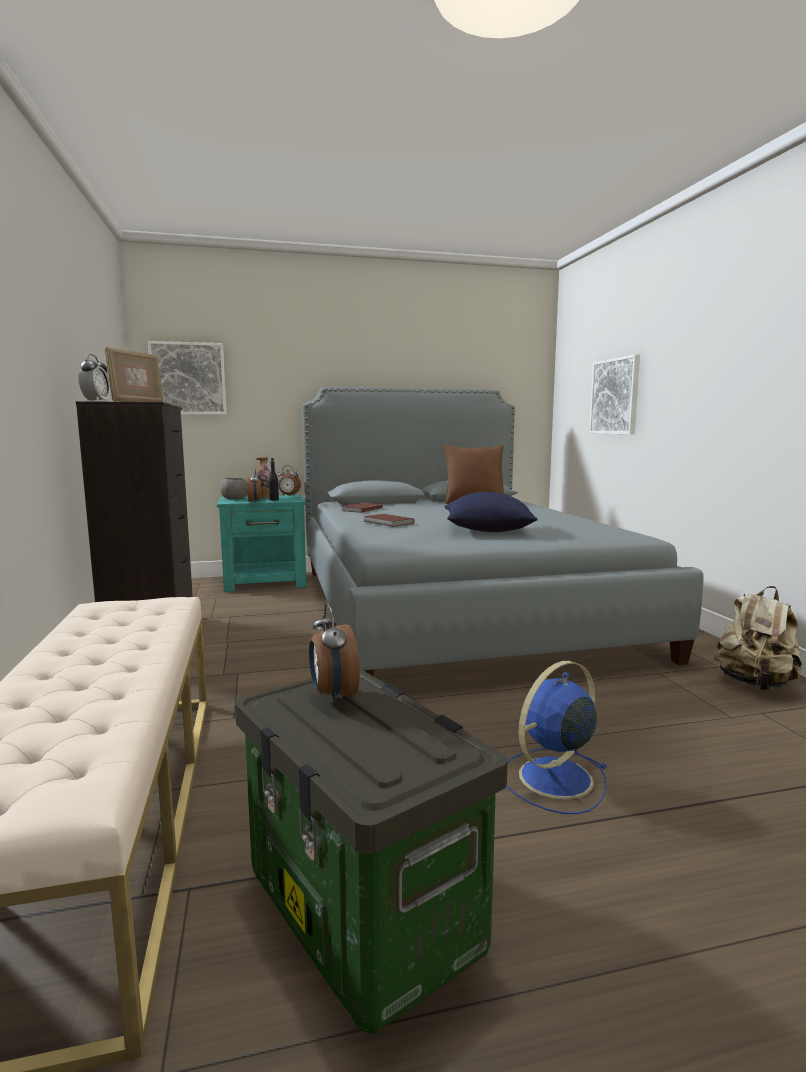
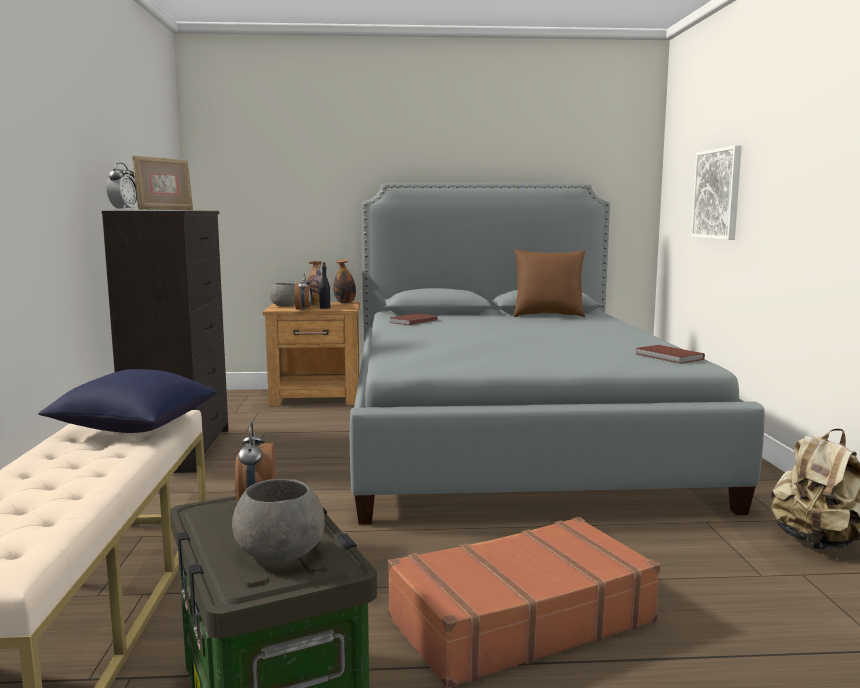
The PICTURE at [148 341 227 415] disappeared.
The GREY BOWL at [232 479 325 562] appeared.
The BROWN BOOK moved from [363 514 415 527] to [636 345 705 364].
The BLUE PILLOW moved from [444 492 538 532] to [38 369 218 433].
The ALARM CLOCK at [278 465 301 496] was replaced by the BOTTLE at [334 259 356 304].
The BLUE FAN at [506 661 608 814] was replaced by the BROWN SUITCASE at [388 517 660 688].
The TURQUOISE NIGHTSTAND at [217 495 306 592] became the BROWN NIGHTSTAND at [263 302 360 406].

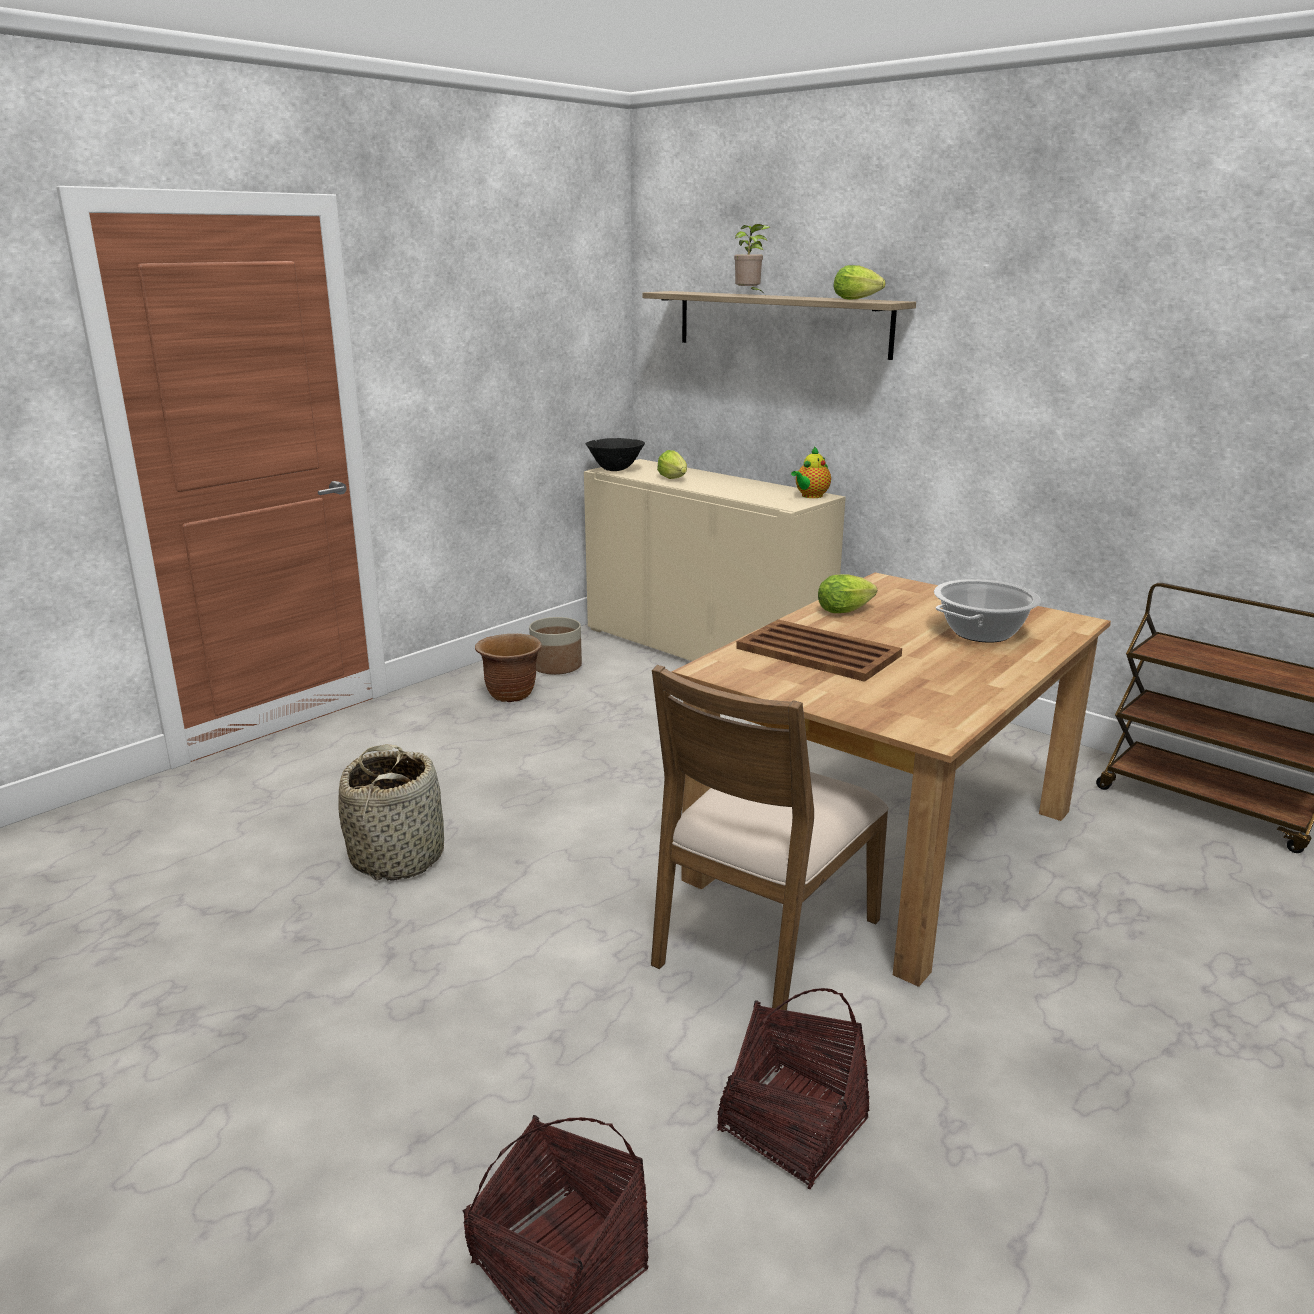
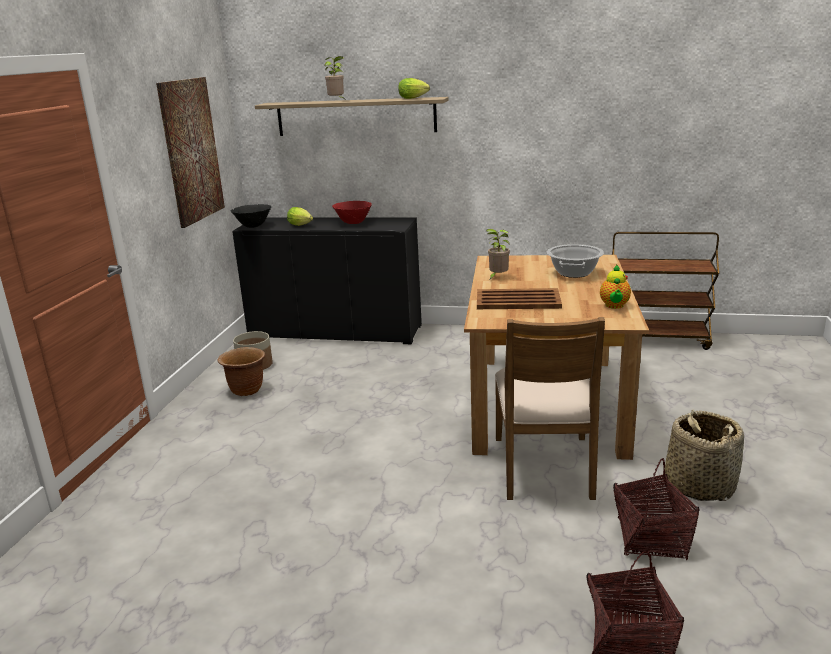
The PICTURE at [156 77 225 228] appeared.
The RED BOWL at [332 201 372 224] appeared.
The BASKET moved from [338 744 444 881] to [665 410 744 501].
The TEAPOT moved from [791 446 831 498] to [600 265 631 309].
The LETTUCE at [818 575 877 613] was replaced by the POTTED PLANT at [486 229 510 280].
The BEIGE CABINET at [584 459 846 661] became the BLACK CABINET at [232 217 422 344].

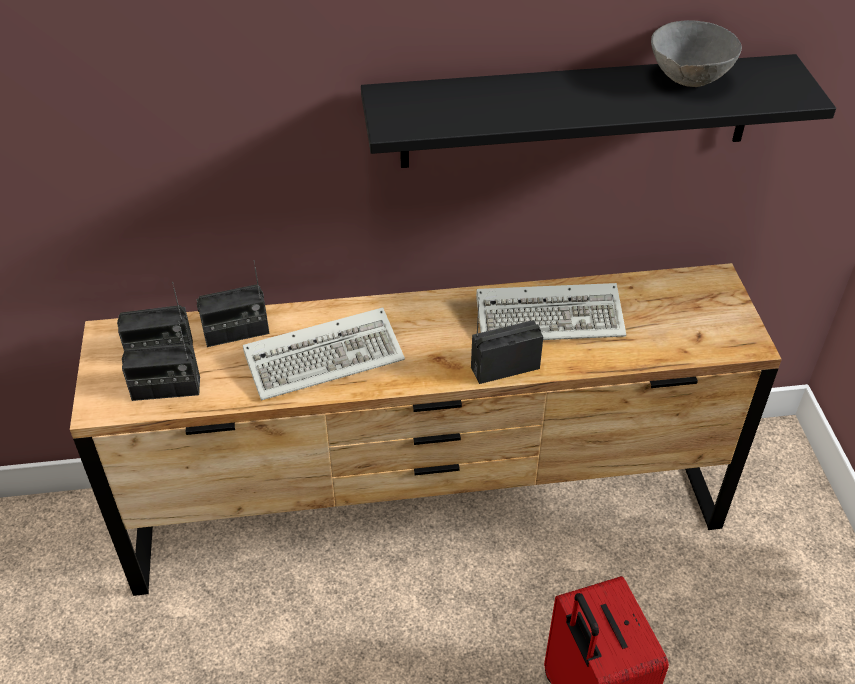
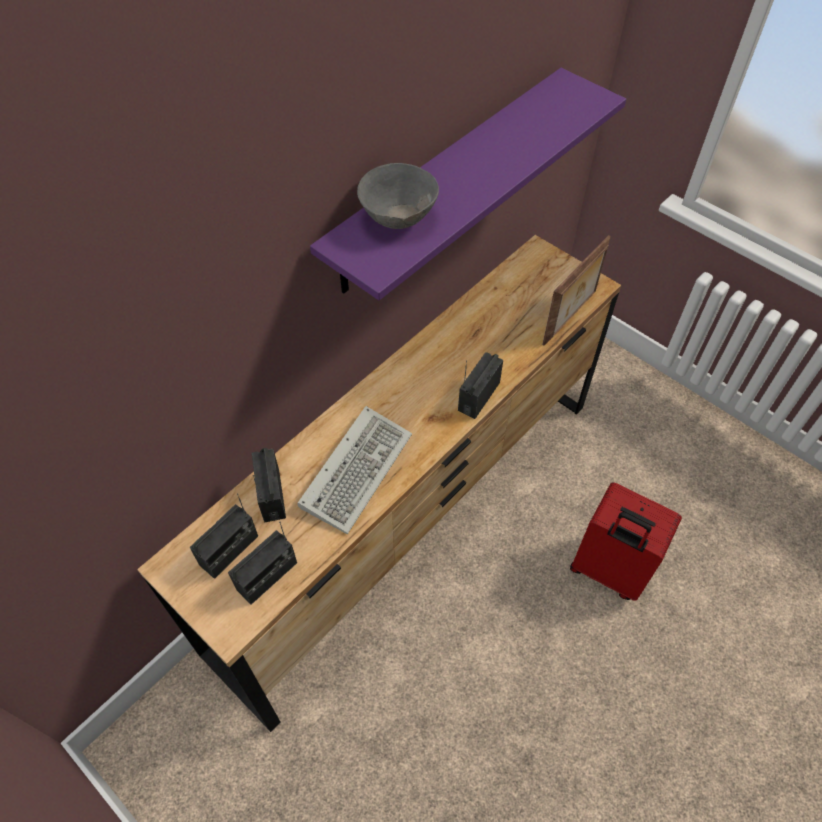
The KEYBOARD at [476 283 626 340] disappeared.
The PICTURE FRAME at [542 235 610 345] appeared.
The GREY BOWL moved from [651 20 742 87] to [357 163 439 229].
The BLACK SHELF at [361 54 836 168] became the PURPLE SHELF at [310 68 626 300].
The RADIO at [196 260 270 347] turned 135 degrees clockwise.

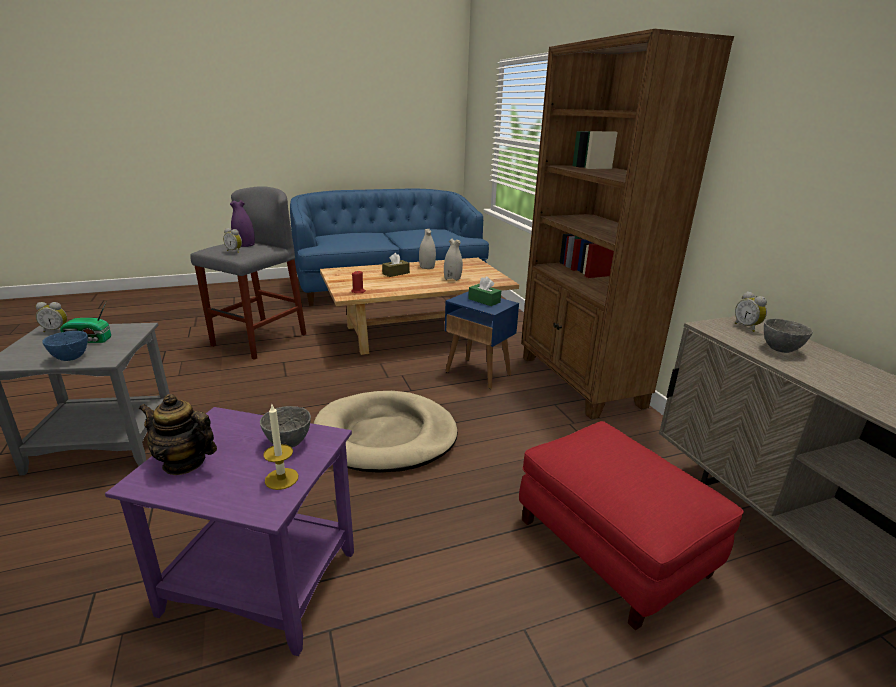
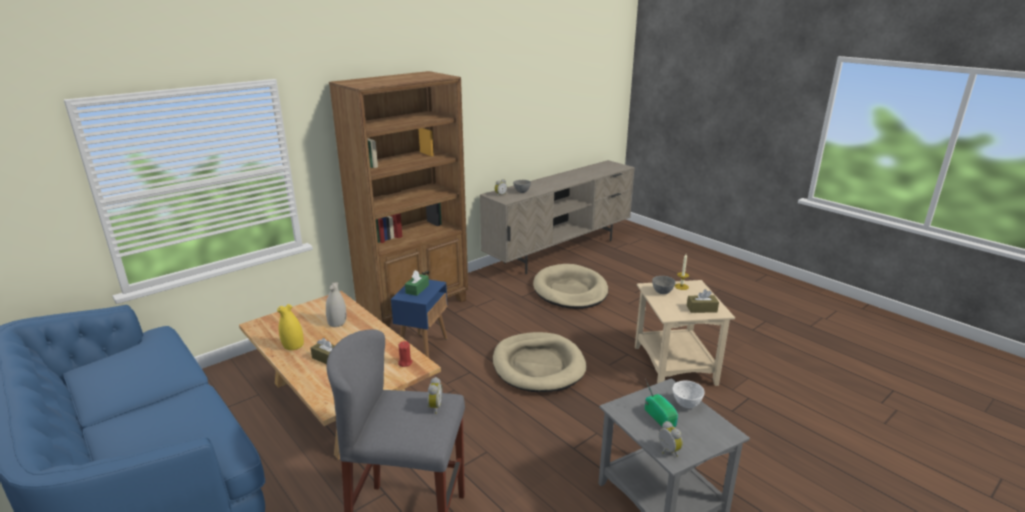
The PURPLE VASE at [230 200 255 247] disappeared.
The TEAPOT at [139 394 217 475] was replaced by the BROWN TISSUE BOX at [687 289 719 313].
The RED OTTOMAN at [519 421 744 630] was replaced by the BEIGE DOG BED at [533 264 608 309].
The BLUE BOWL at [42 331 88 361] became the WHITE BOWL at [672 380 705 408].
The PURPLE SIDE TABLE at [105 407 354 656] became the BEIGE SIDE TABLE at [635 280 735 386].
The WHITE VASE at [419 229 436 269] became the YELLOW VASE at [277 304 304 350].

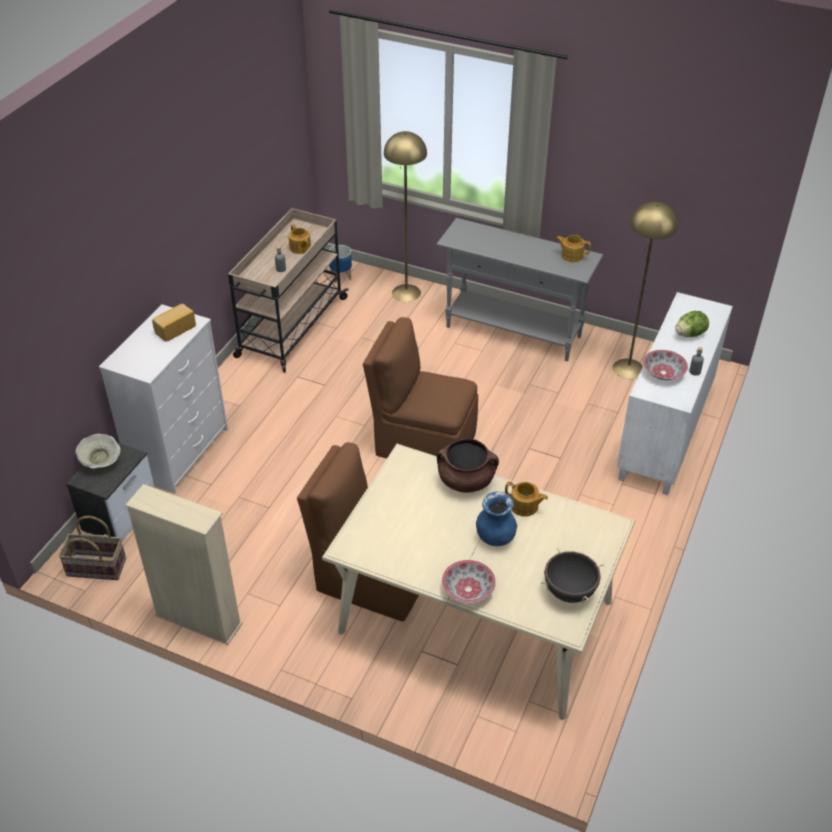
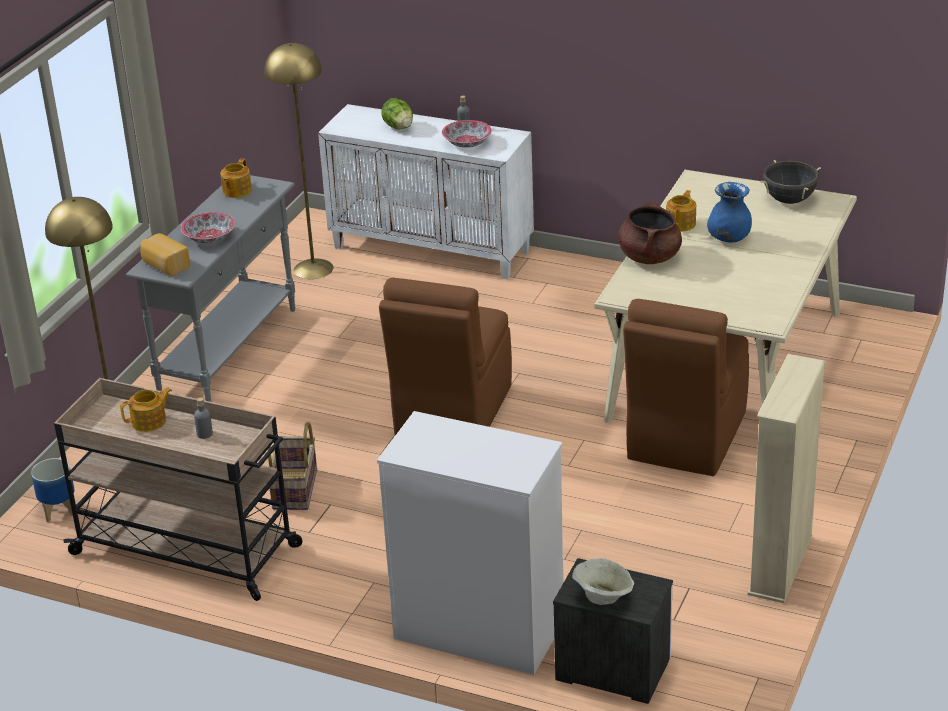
The BASKET moved from [58 516 126 580] to [268 422 317 510].
The BREAD moved from [152 304 196 342] to [140 233 190 276].
The BOWL moved from [442 560 496 603] to [181 212 235 243].

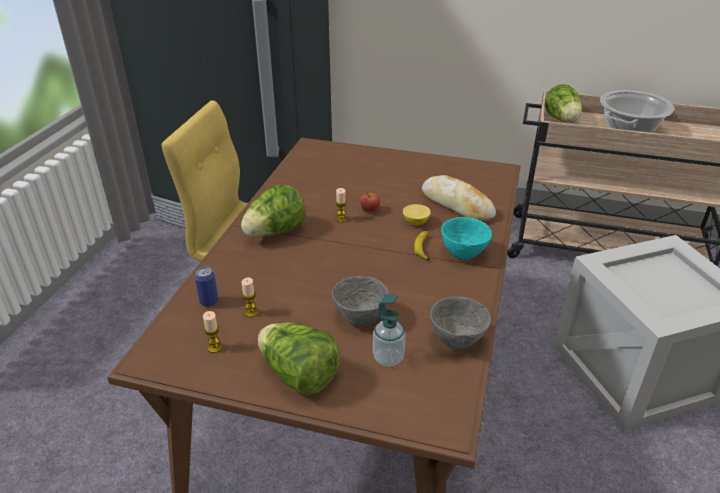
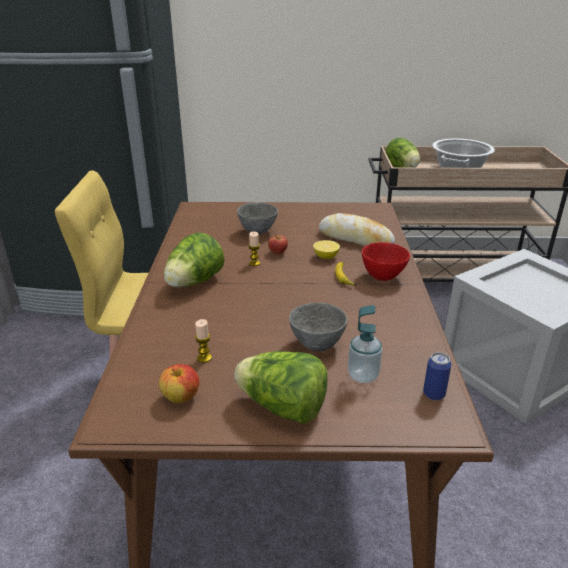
The CAN moved from [195 267 218 307] to [423 352 452 400].
The GREY BOWL moved from [430 297 491 349] to [237 203 278 235].
The CANDLE at [203 311 222 353] was replaced by the APPLE at [159 364 199 403].
The TURQUOISE BOWL at [441 217 492 259] became the RED BOWL at [362 242 410 281].

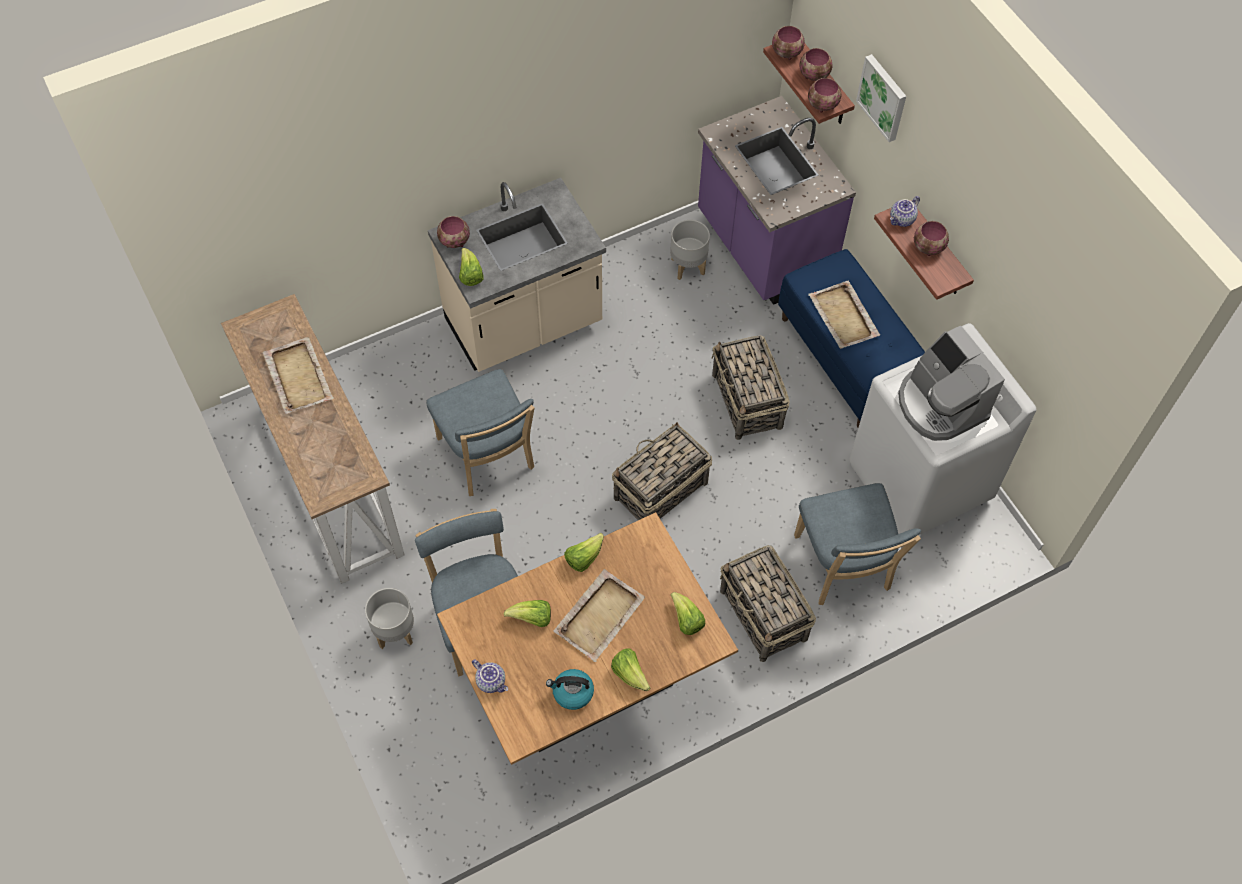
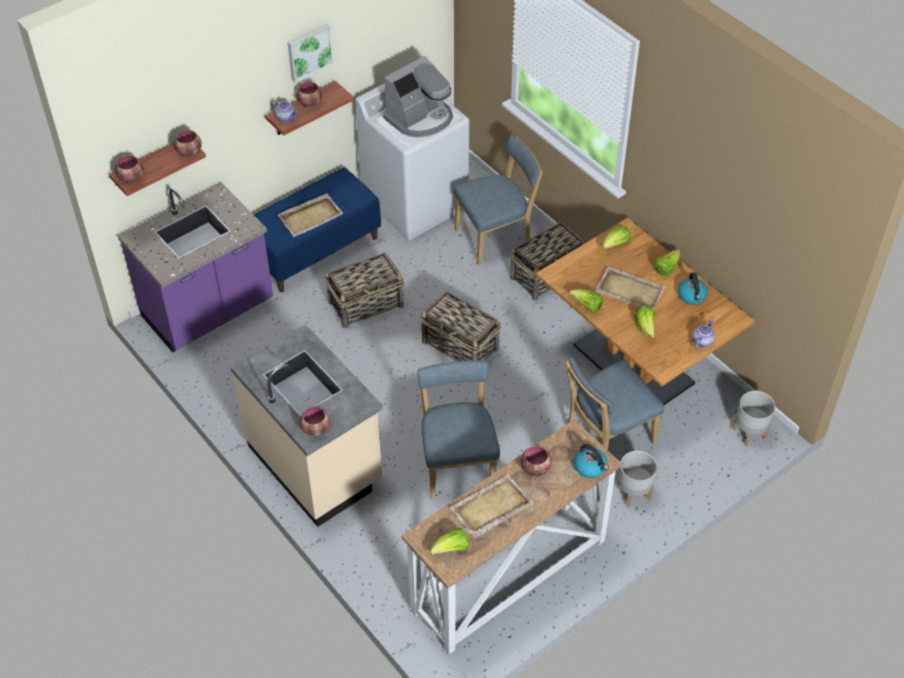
The KETTLE at [574 444 609 478] appeared.
The LETTUCE moved from [459 248 484 286] to [430 528 469 555].
The GREY PLANTER moved from [670 220 710 280] to [732 391 775 447].
The BOWL moved from [799 48 833 81] to [521 446 552 476].
The PICTURE moved from [856 54 906 142] to [287 23 334 83].
The BLUE CHAIR at [426 369 535 496] turned 60 degrees counterclockwise.

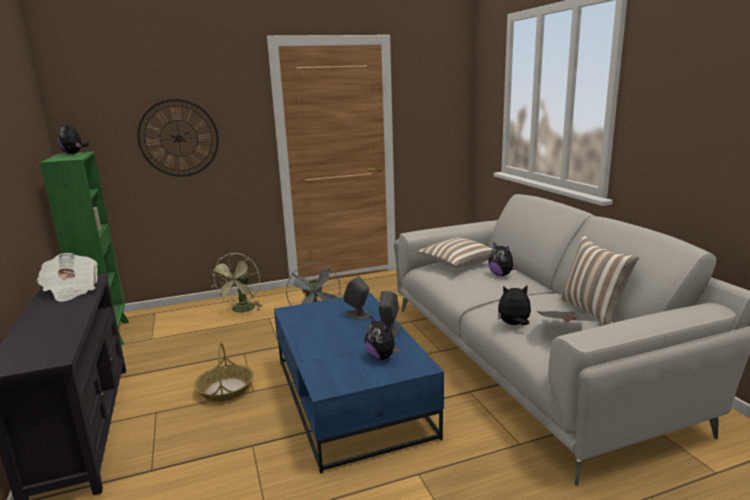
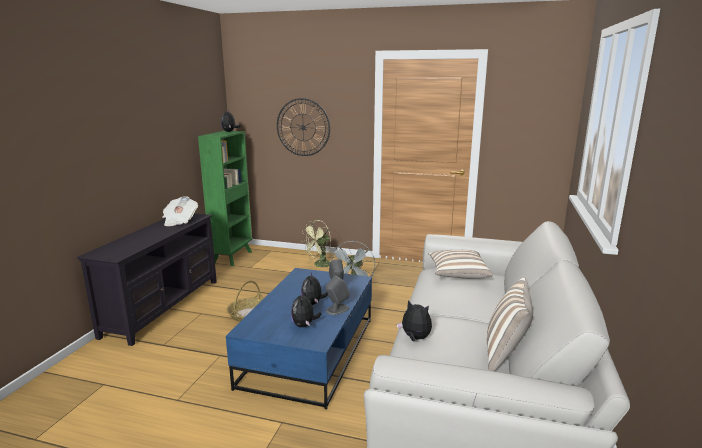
The NEWSPAPER at [537 311 600 322] disappeared.
The PLUSH TOY moved from [488 242 518 276] to [301 273 328 305].

